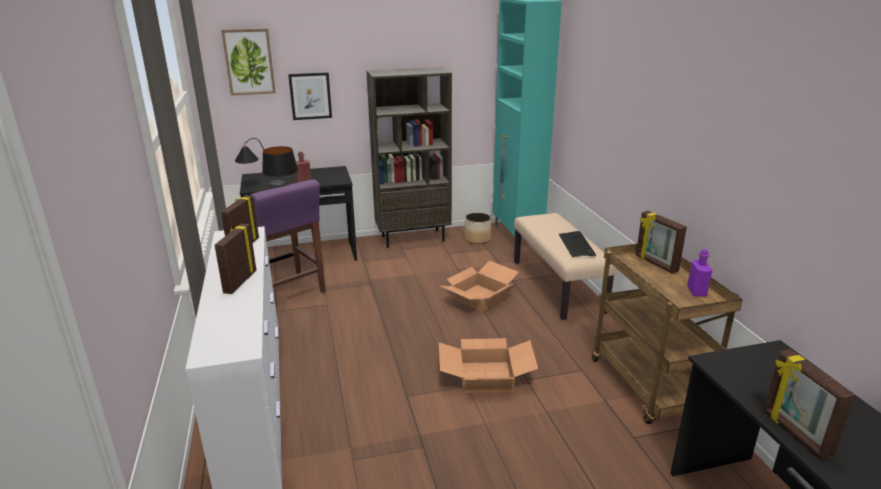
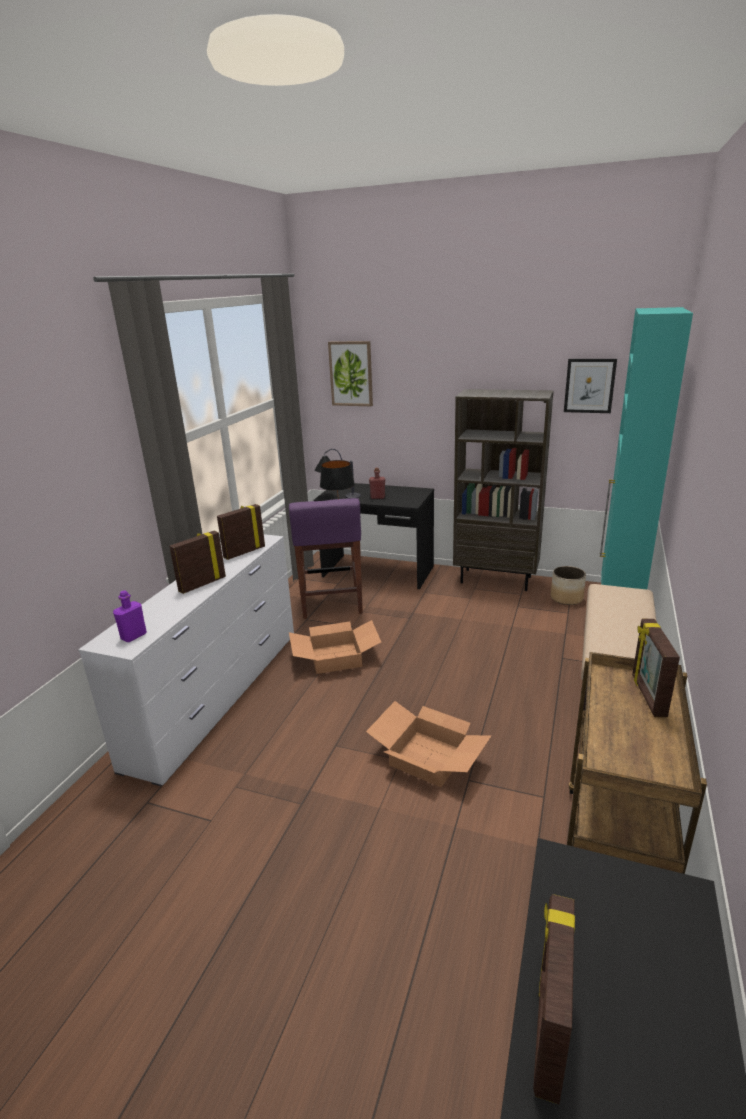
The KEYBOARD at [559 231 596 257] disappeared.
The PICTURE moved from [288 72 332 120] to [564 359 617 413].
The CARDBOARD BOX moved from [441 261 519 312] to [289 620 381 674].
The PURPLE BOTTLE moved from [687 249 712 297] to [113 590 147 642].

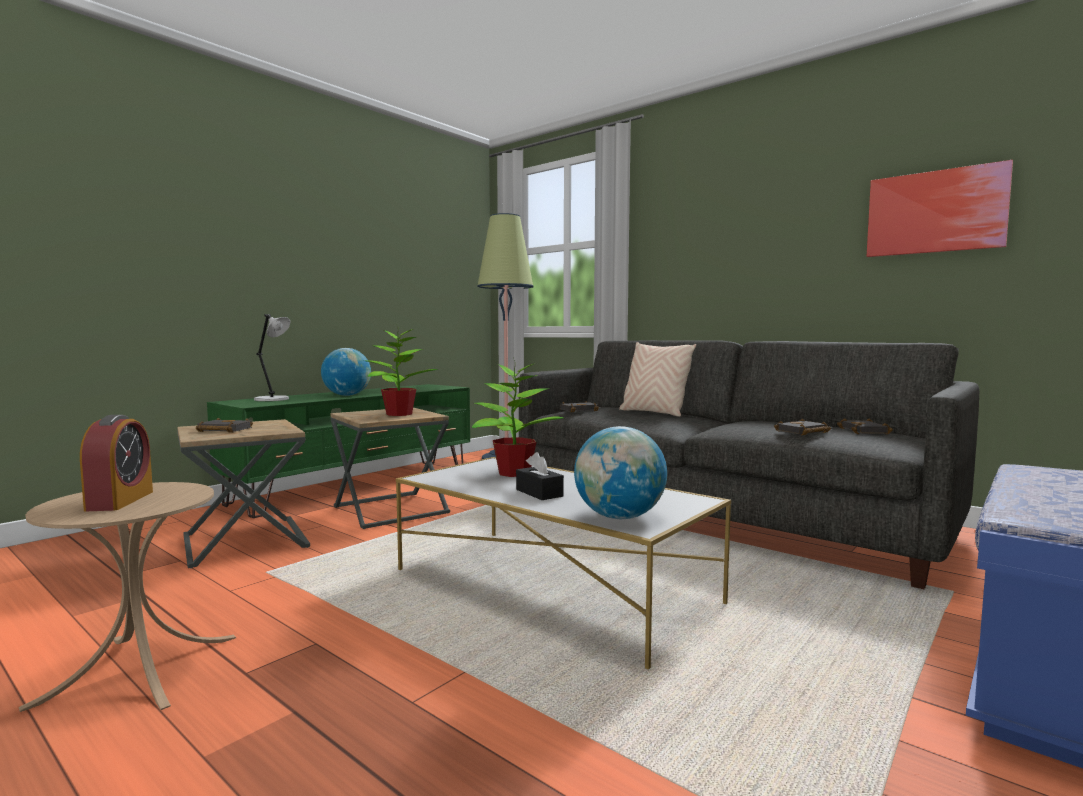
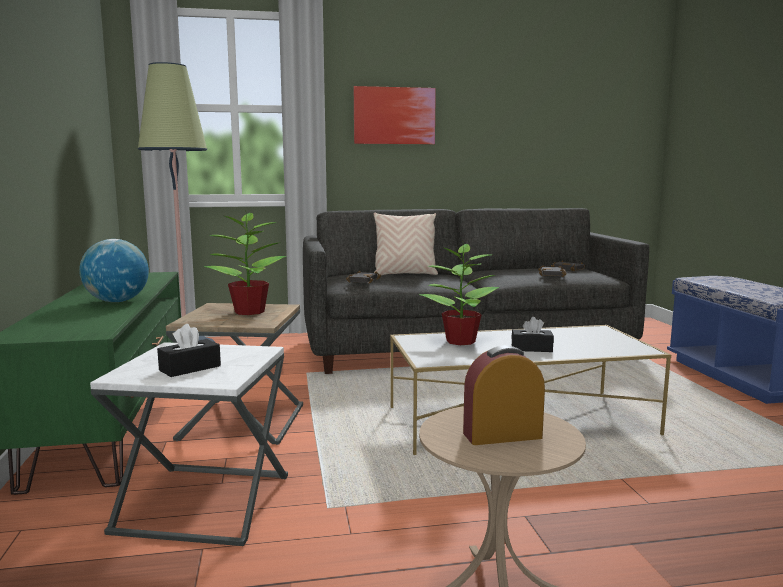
The GREY TABLE LAMP at [254 314 290 401] disappeared.
The GLOBE at [574 426 667 519] disappeared.
The PICTURE moved from [867 160 1013 257] to [354 86 436 144].
The BLACK BOOK at [196 418 253 433] was replaced by the BLACK TISSUE BOX at [157 324 221 377].
The BROWN SIDE TABLE at [177 419 310 568] became the WHITE SIDE TABLE at [90 342 288 546].
The ALARM CLOCK at [80 415 153 511] turned 45 degrees counterclockwise.

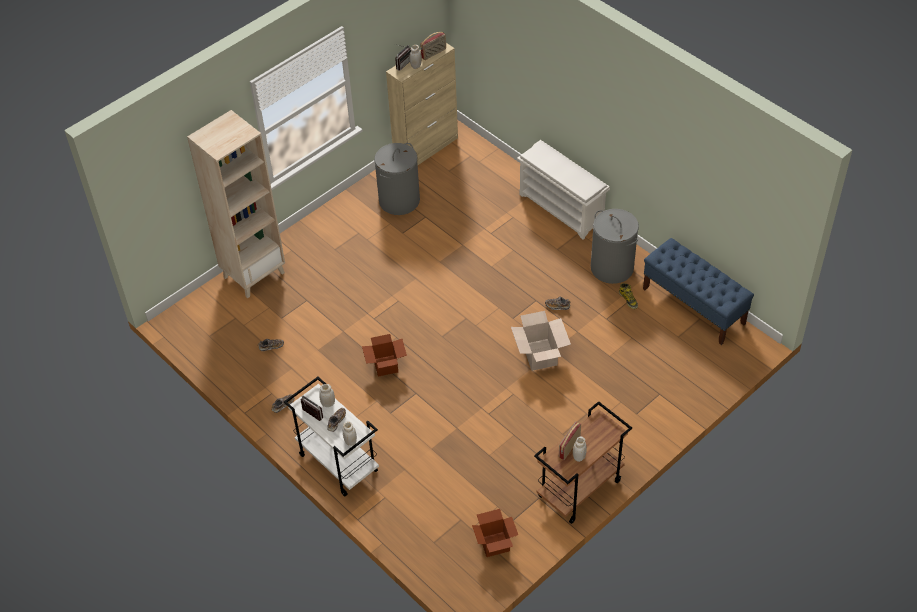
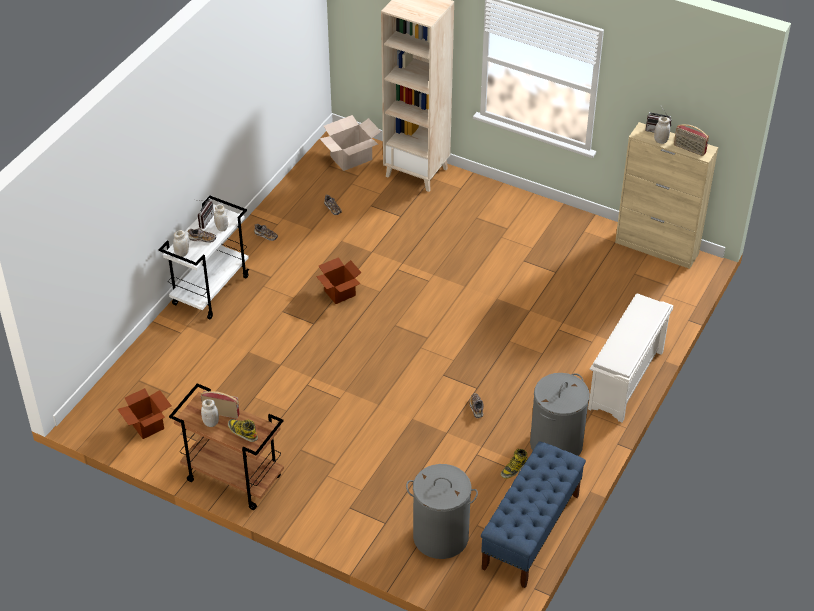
The BOOT at [228 419 258 442] appeared.
The GREY LAUNDRY BASKET moved from [374 143 420 215] to [406 464 478 559].
The CARDBOARD BOX moved from [511 311 571 371] to [319 115 381 171].

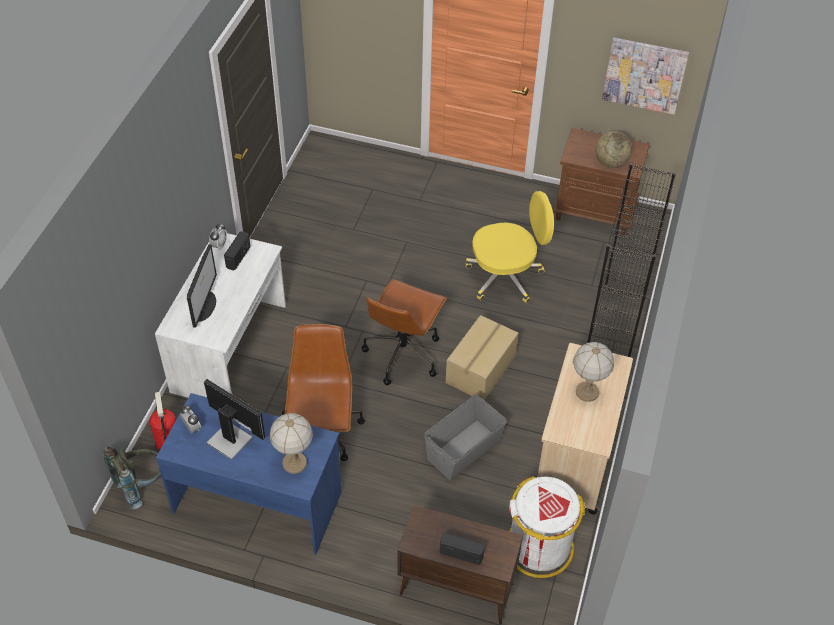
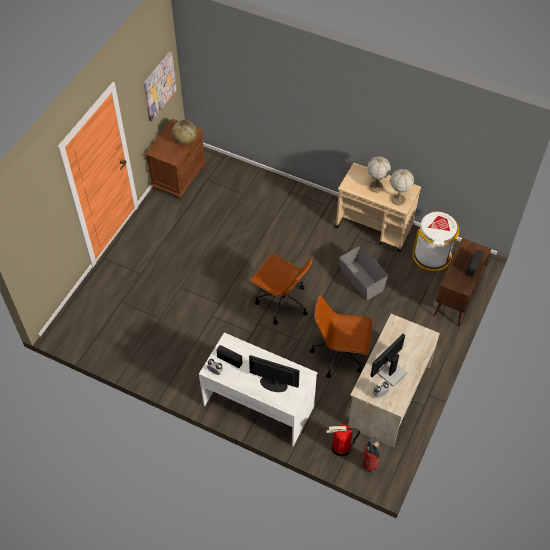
The CARDBOARD BOX at [445 315 519 400] disappeared.
The YELLOW OFFICE CHAIR at [466 191 554 303] disappeared.
The BLACK BOOKCASE at [587 164 676 357] disappeared.
The TABLE LAMP moved from [270 413 313 474] to [390 169 414 205].
The GREY BACKPACK at [103 446 161 509] was replaced by the FIRE EXTINGUISHER at [361 437 381 473].
The BLUE DESK at [156 393 342 555] became the BEIGE DESK at [348 314 440 447].

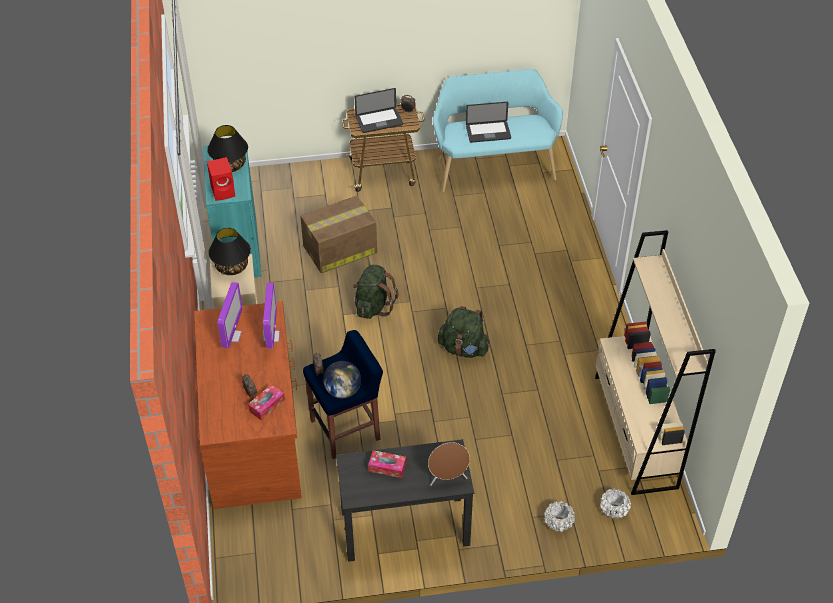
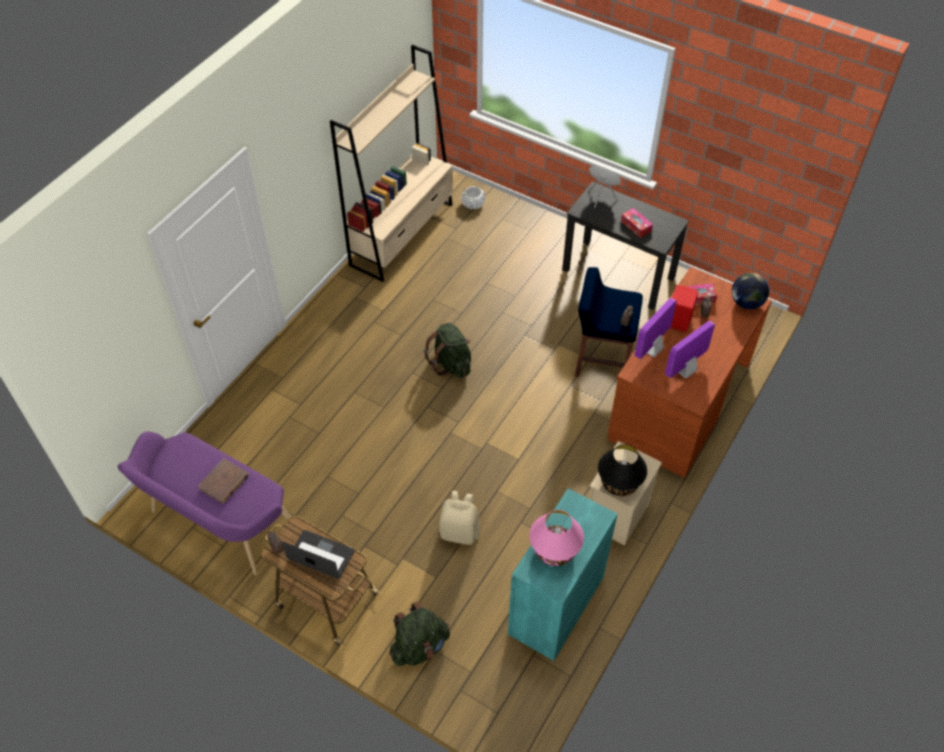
The WHITE PLANTER at [544 501 575 532] disappeared.
The RED SPEAKER moved from [207 157 235 201] to [670 285 699 332].
The GLOBE moved from [323 361 361 399] to [732 273 769 309].
The GREEN BACKPACK moved from [353 265 399 319] to [389 601 450 666].
The CARDBOARD BOX at [300 195 377 273] was replaced by the BEIGE BACKPACK at [439 491 480 545].
The LAPTOP at [466 102 511 143] was replaced by the BROWN BOOK at [198 458 249 503].
The BLACK TABLE LAMP at [207 125 248 172] became the PINK TABLE LAMP at [529 510 584 566].
The TURQUOISE BENCH at [433 69 563 192] became the PURPLE BENCH at [118 431 296 575].

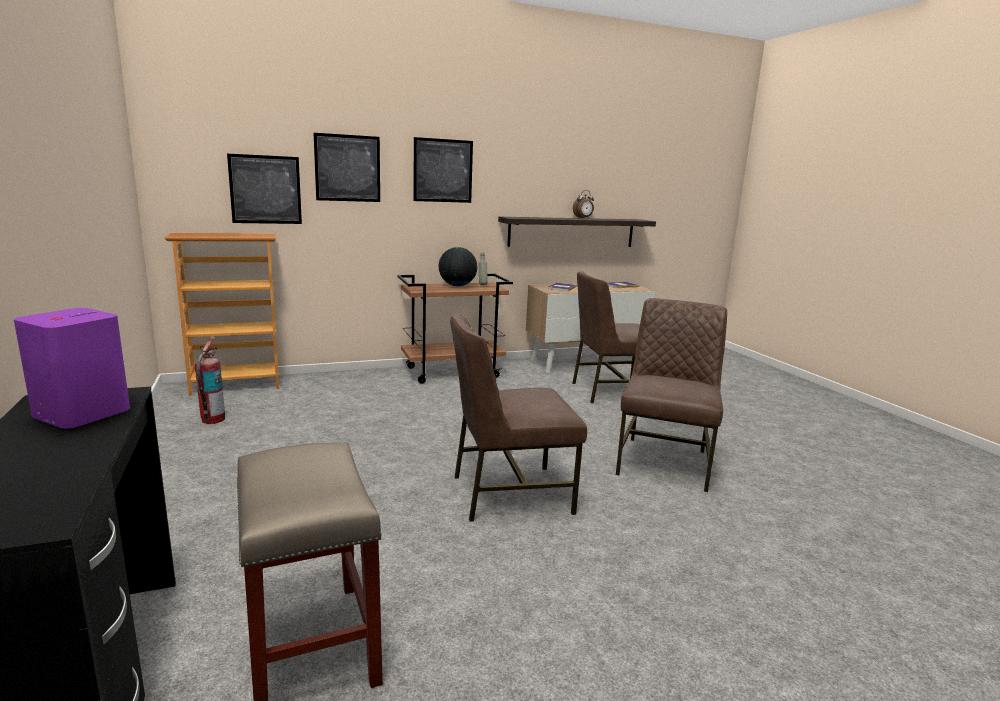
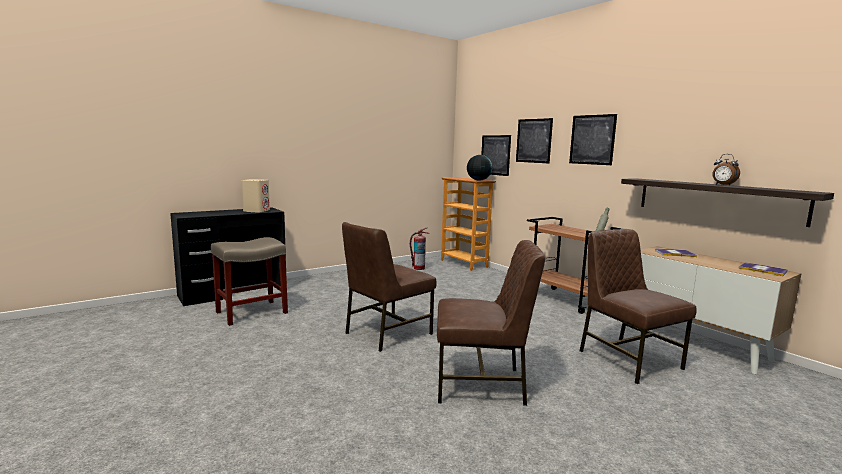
The GLOBE moved from [439 247 477 286] to [467 155 492 181].
The PURPLE SPEAKER at [14 308 130 429] became the BEIGE SPEAKER at [242 179 270 213].
The BROWN CHAIR at [450 314 587 522] turned 105 degrees counterclockwise.

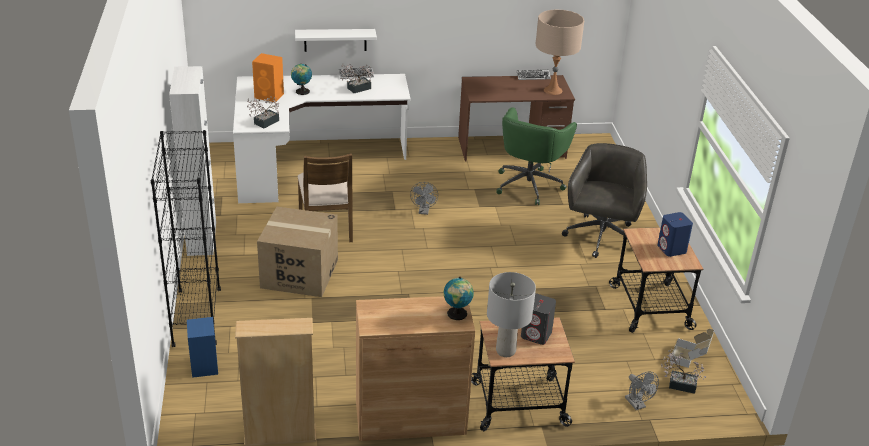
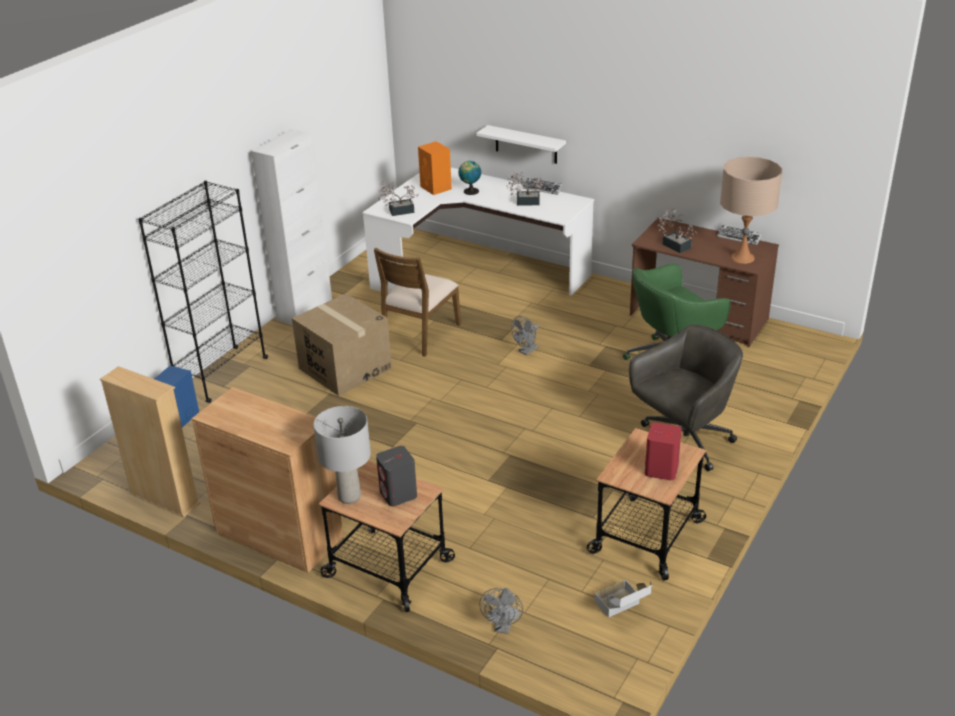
The GLOBE at [444 277 474 320] disappeared.
The POTTED PLANT moved from [661 349 707 394] to [657 208 698 253].
The BLUE SPEAKER at [657 212 693 257] became the RED SPEAKER at [645 422 682 480].

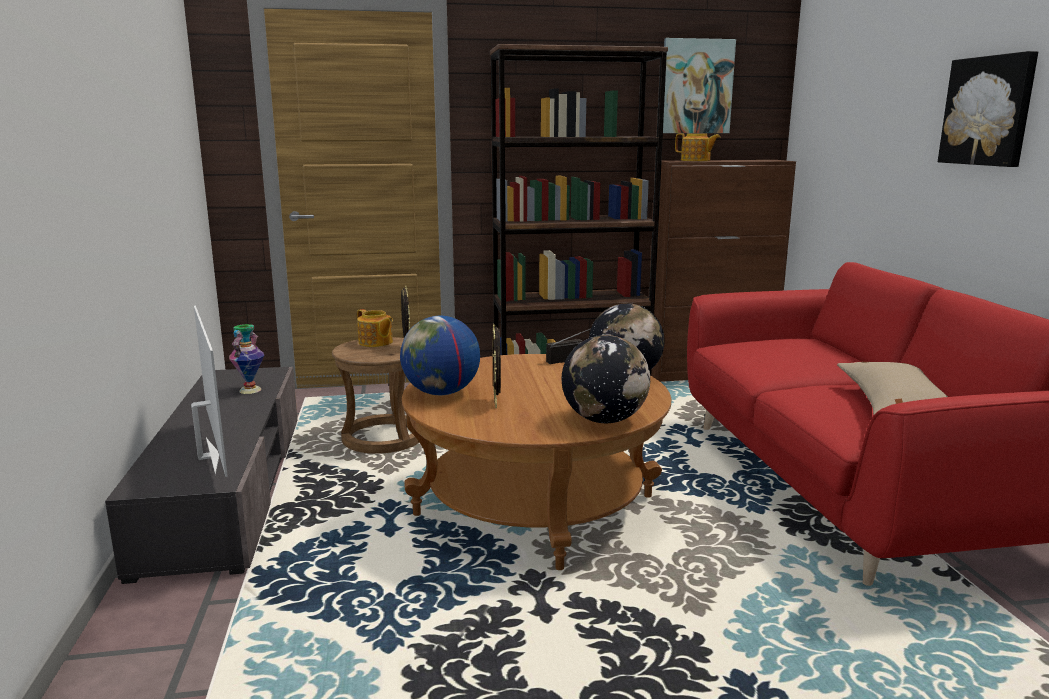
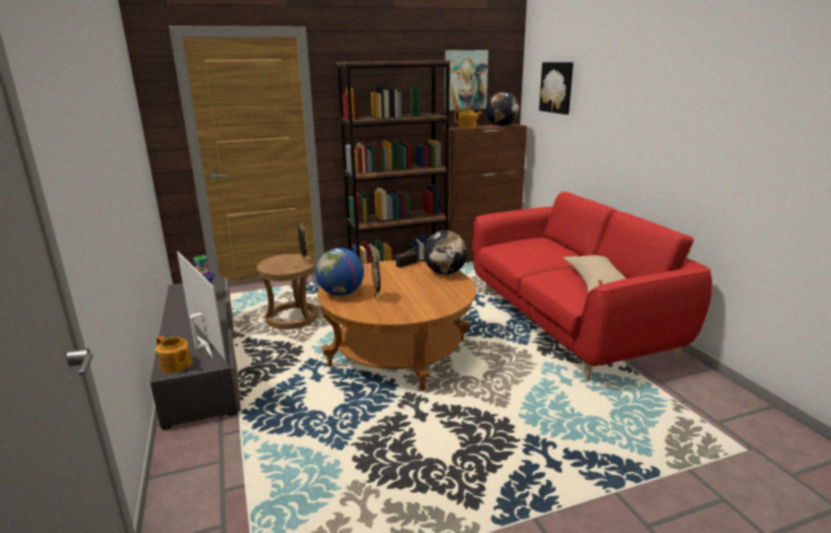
The TEAPOT moved from [357 309 393 347] to [156 336 192 373].
The GLOBE moved from [562 335 650 423] to [486 92 519 126].
The PICTURE moved from [938 51 1038 167] to [539 62 573 114].

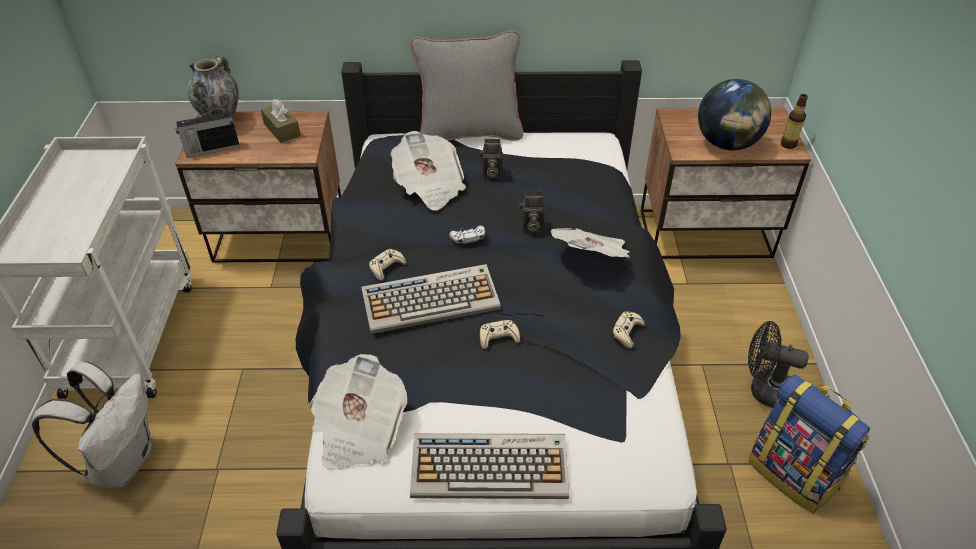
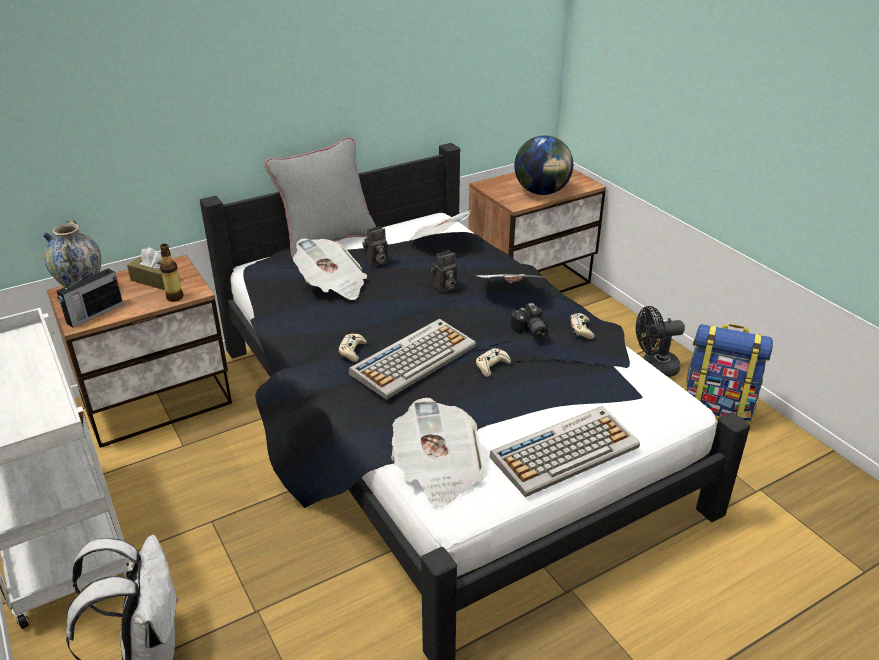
The WHITE GAME CONTROLLER at [449 225 485 246] disappeared.
The NEWSPAPER at [408 210 471 241] appeared.
The PHOTO CAMERA at [511 303 548 340] appeared.
The BOTTLE moved from [781 94 808 149] to [160 244 183 302].

